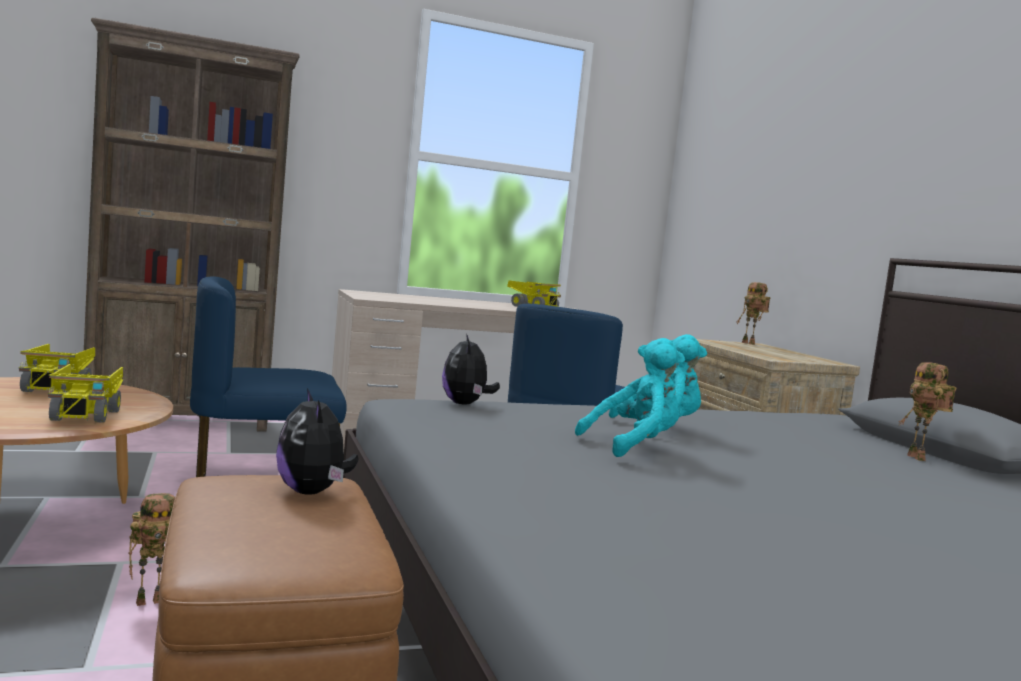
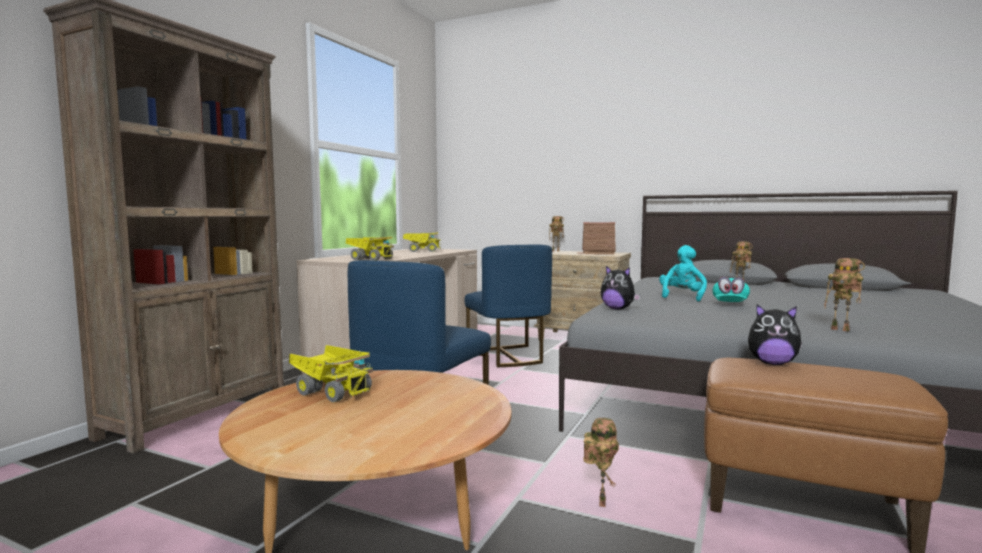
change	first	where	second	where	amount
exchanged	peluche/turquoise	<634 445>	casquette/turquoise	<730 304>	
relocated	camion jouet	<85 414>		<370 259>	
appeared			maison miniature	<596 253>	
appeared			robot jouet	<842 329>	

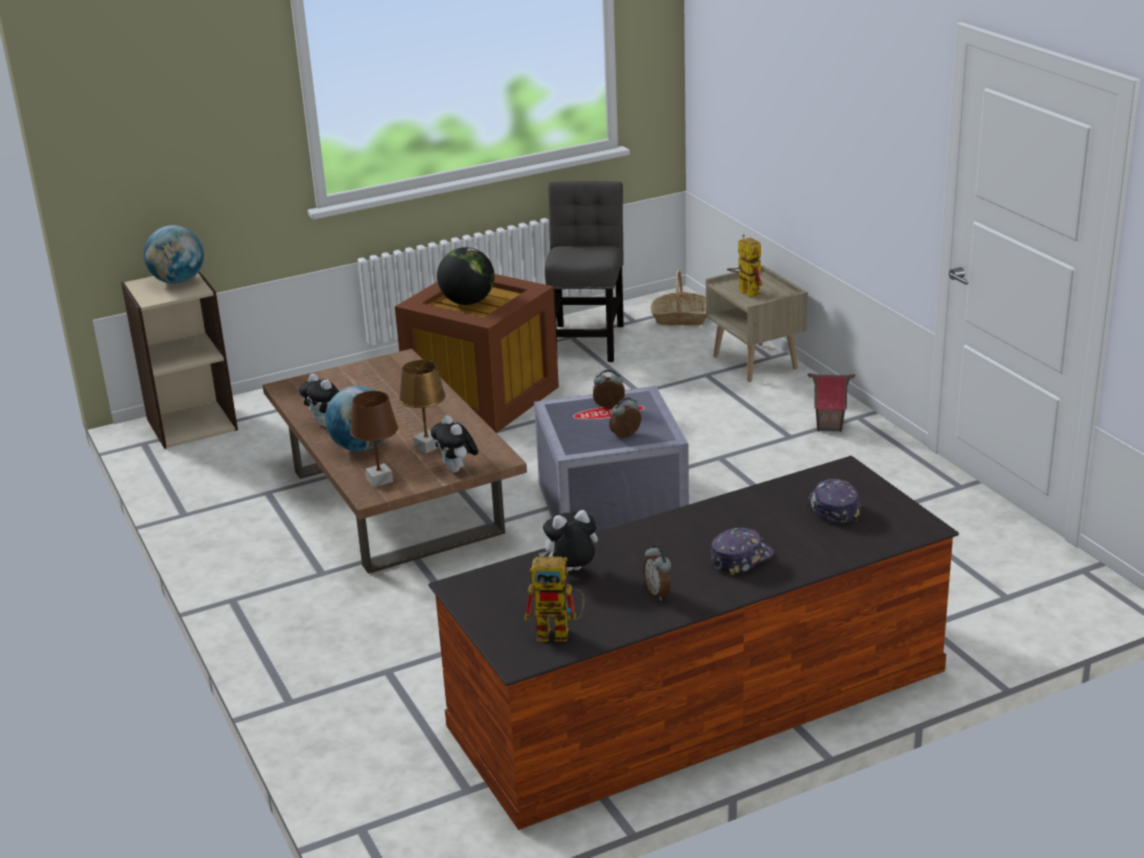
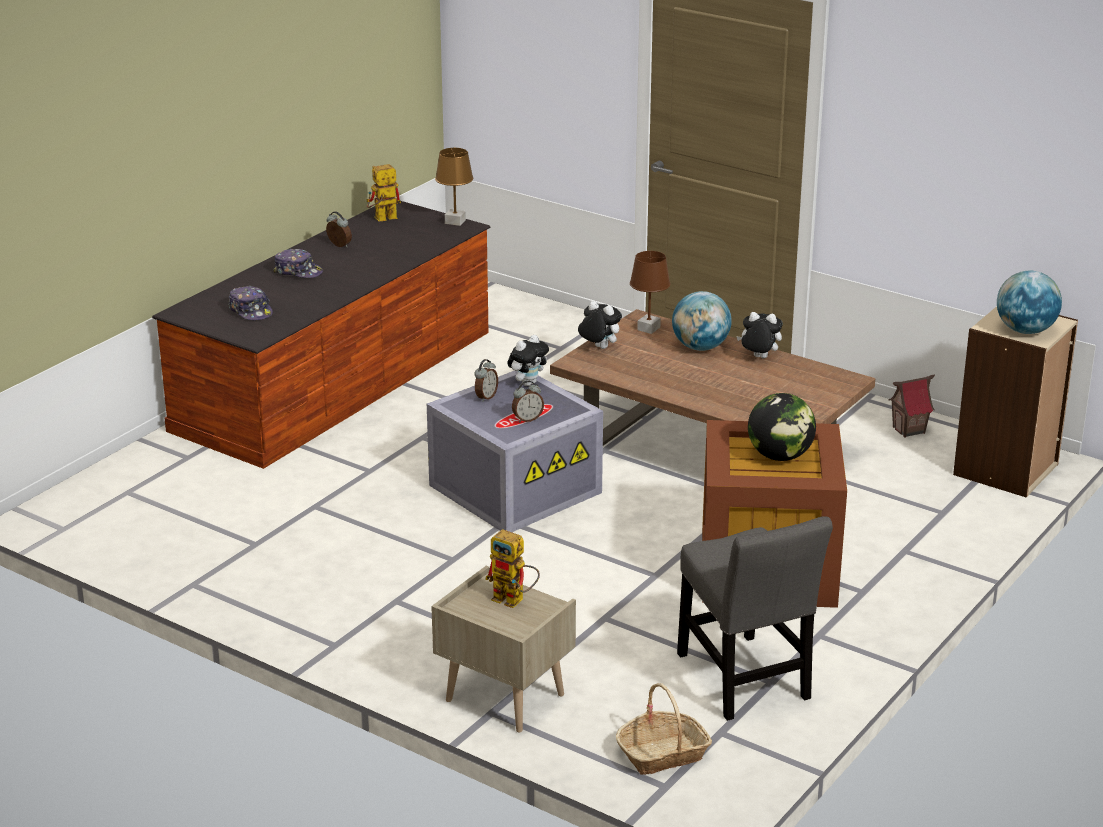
change	first	where	second	where	amount
relocated	lampe de table/marron	<427 447>		<454 222>	
relocated	maison miniature	<829 425>		<909 430>	
relocated	peluche	<571 571>		<528 383>	
spun	casquette	<741 558>		<298 271>	90 degrees counterclockwise

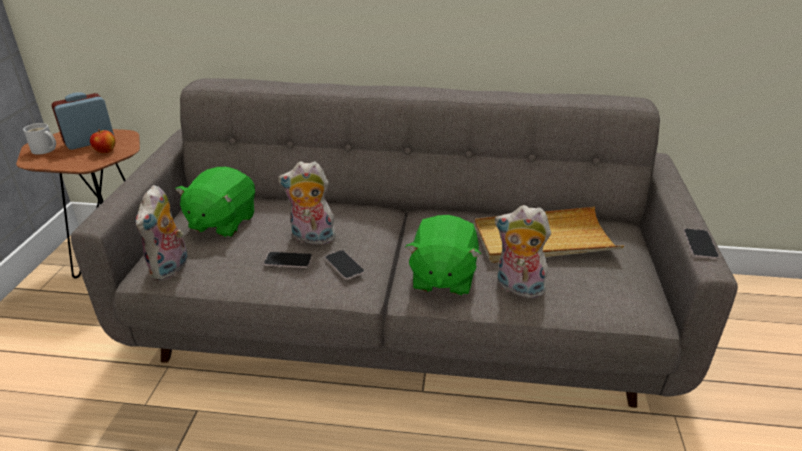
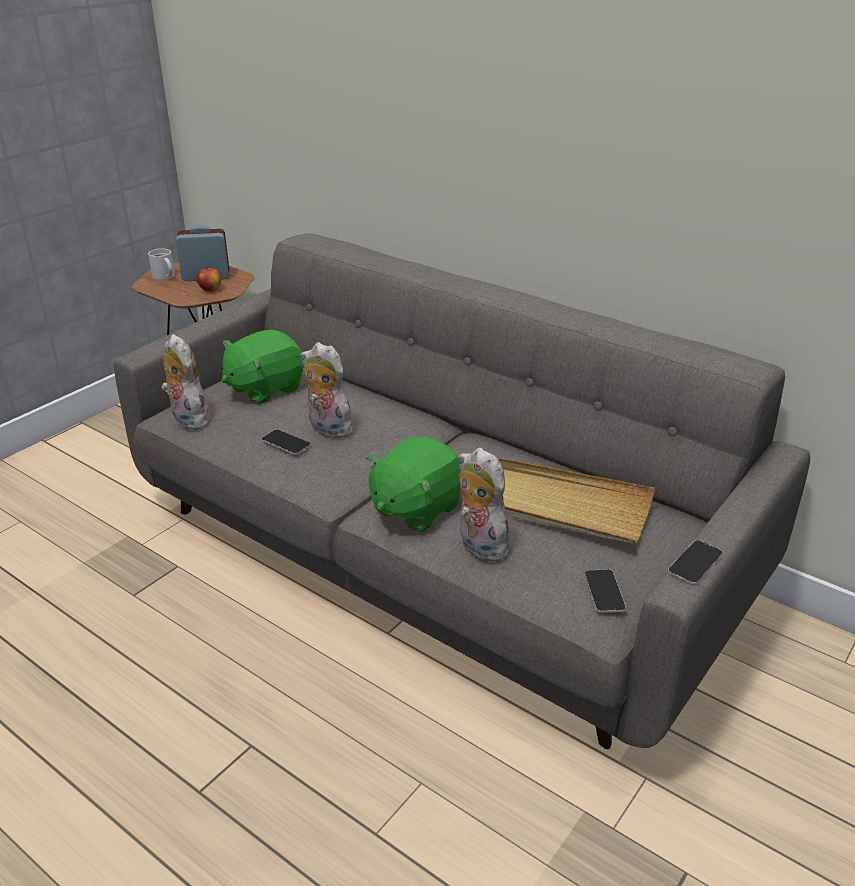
change	first	where	second	where	amount
spun	peluche	<171 269>		<187 419>	105 degrees clockwise
relocated	téléphone	<344 265>		<604 591>	

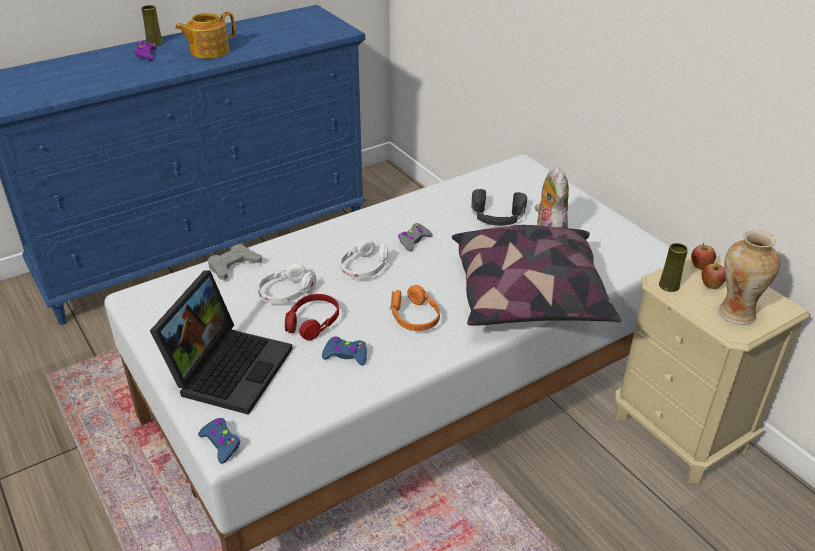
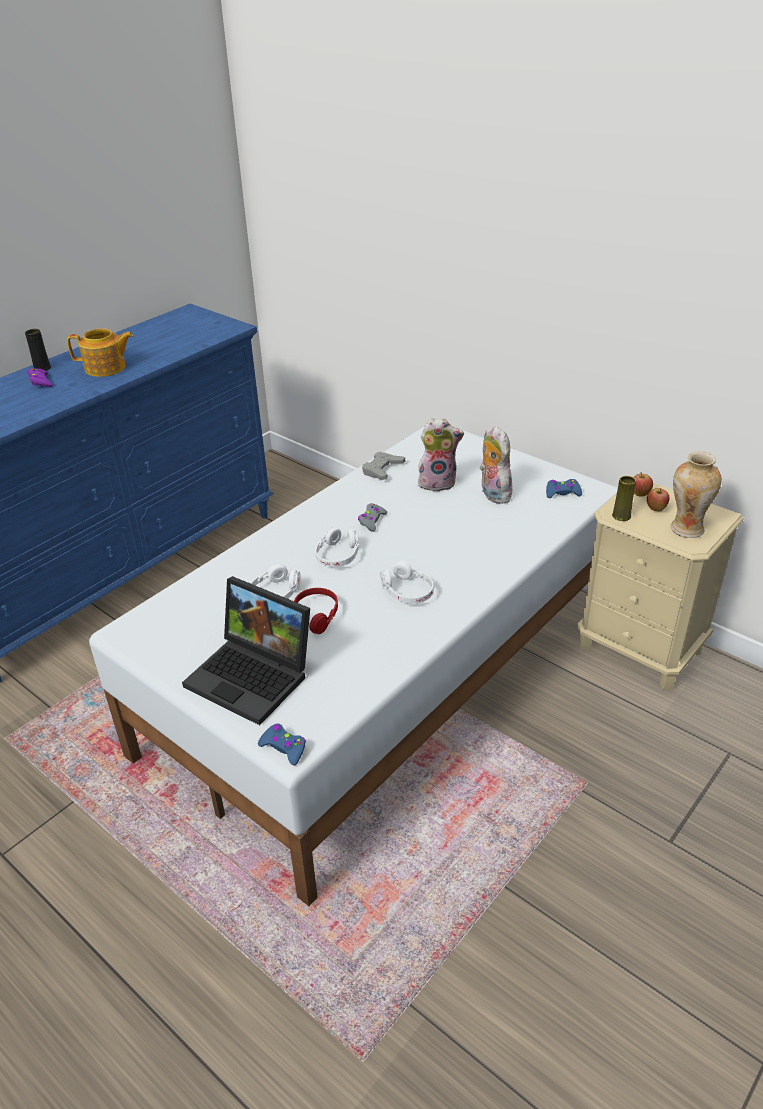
change	first	where	second	where	amount
colour	vase/jaune	<154 43>	vase/noir	<42 368>	
spun	théière	<208 51>		<106 368>	135 degrees counterclockwise
exchanged	casque audio/noir	<497 216>	peluche	<438 482>	
missing	coussin	<530 298>			
relocated	manette/gris	<233 266>		<382 469>	
spun	ordinateur portable	<229 367>		<254 676>	120 degrees clockwise
colour	casque audio/orange	<414 317>	casque audio/blanc	<406 591>	
relocated	manette/bleu	<346 355>		<562 493>	

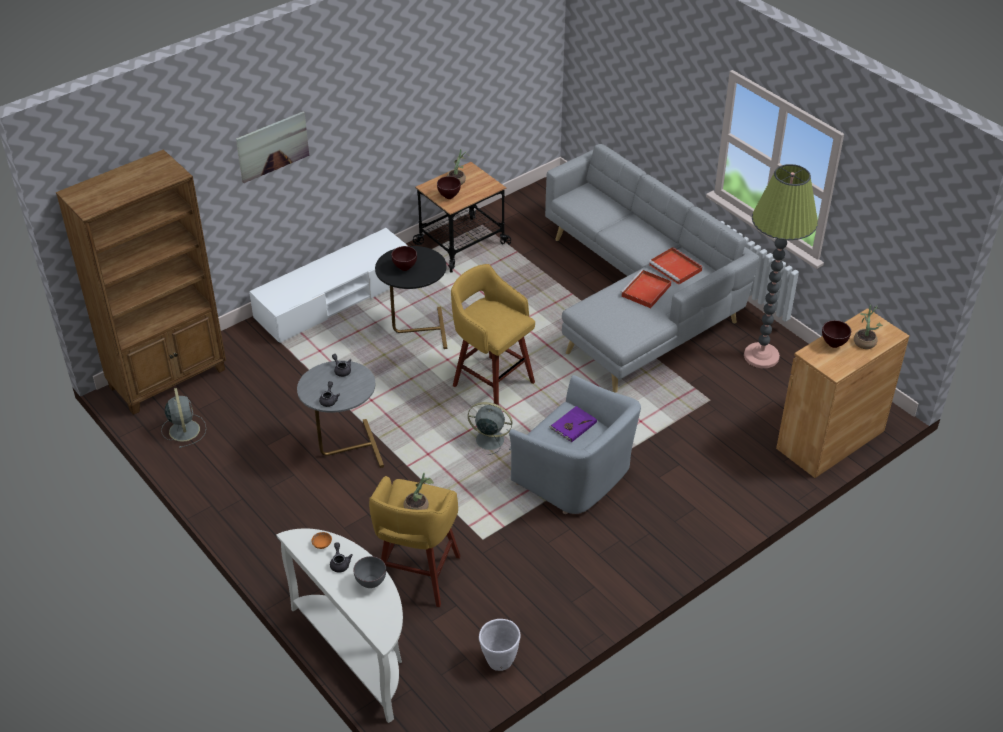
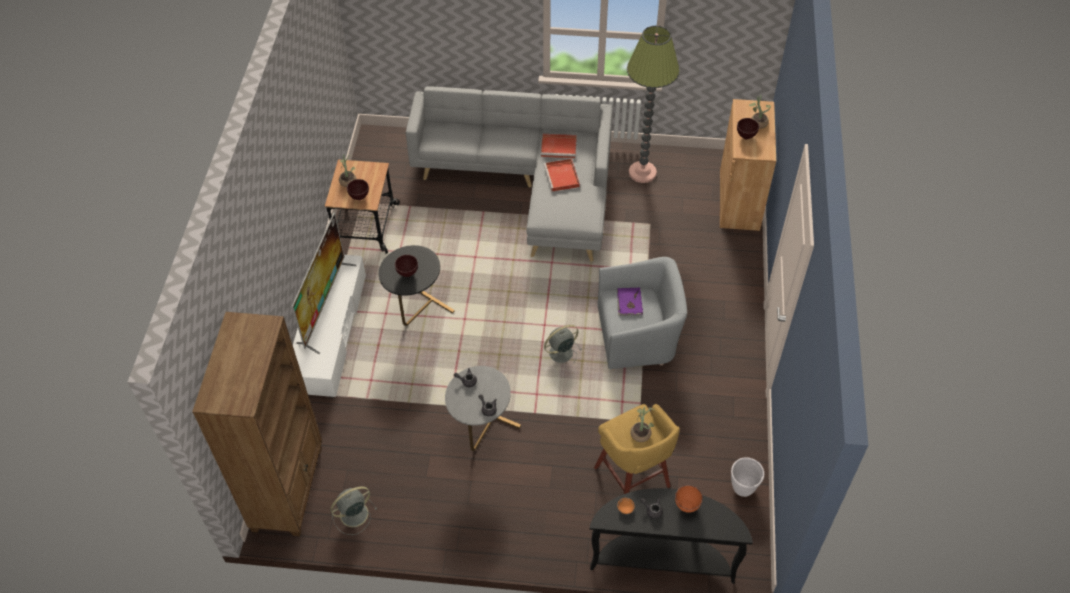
change	first	where	second	where	amount
missing	tableau	<272 146>			
missing	tabouret/jaune	<491 383>			
spun	ventilateur/gris	<184 429>		<352 515>	60 degrees counterclockwise
colour	table console/blanc	<358 652>	table console/noir	<662 558>	
colour	bol/gris	<371 583>	bol/orange	<686 505>	
appeared			téléviseur	<324 305>	

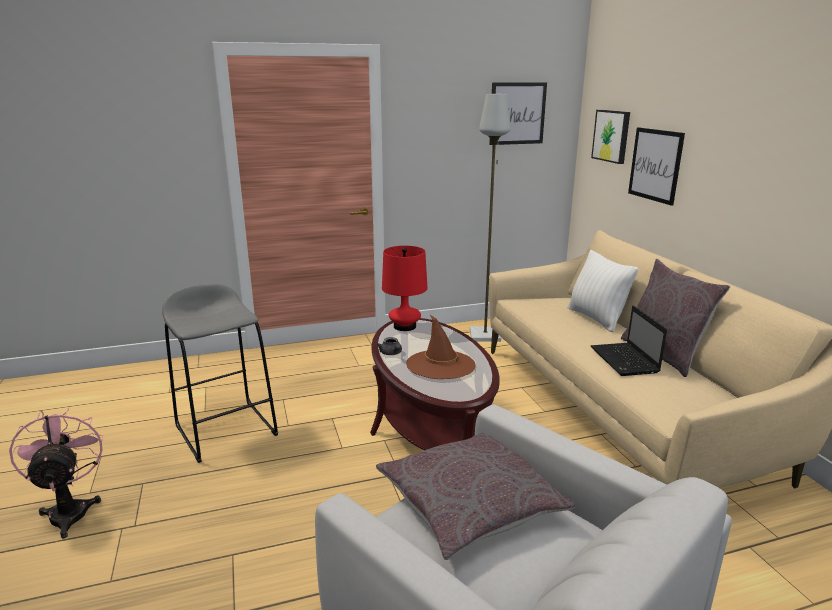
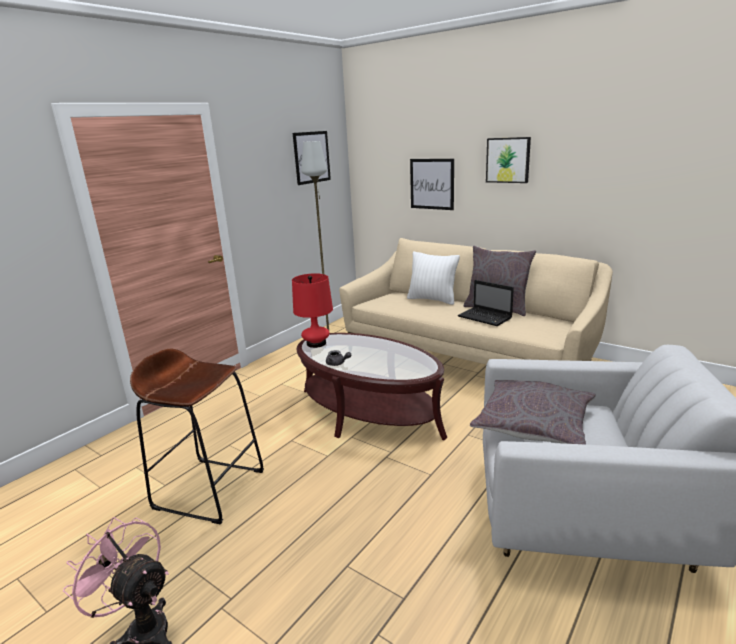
change	first	where	second	where	amount
relocated	tableau	<612 136>		<508 160>	
colour	tabouret/gris	<226 429>	tabouret/marron	<209 489>	
missing	chapeau/marron	<440 365>			

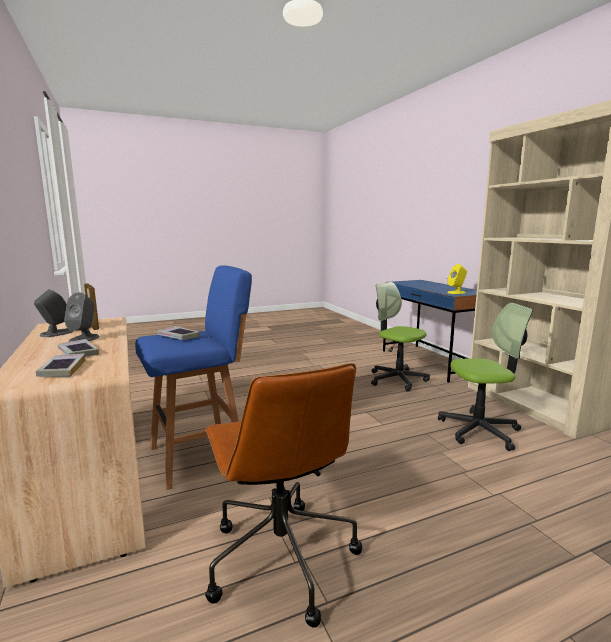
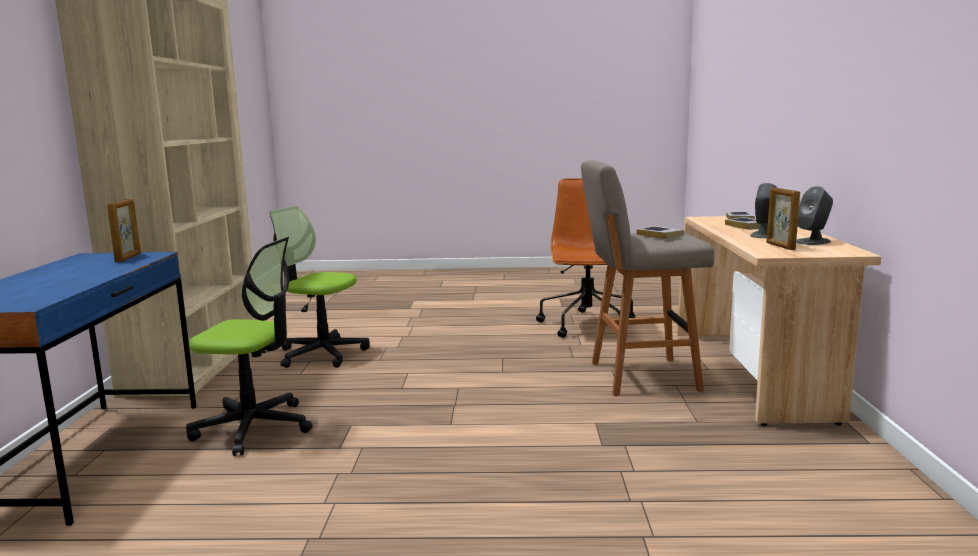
change	first	where	second	where	amount
exchanged	enceinte/jaune	<456 292>	cadre photo	<128 258>	
colour	tabouret/bleu	<201 455>	tabouret/gris	<639 376>	
spun	chaise de bureau	<397 379>		<254 428>	60 degrees counterclockwise

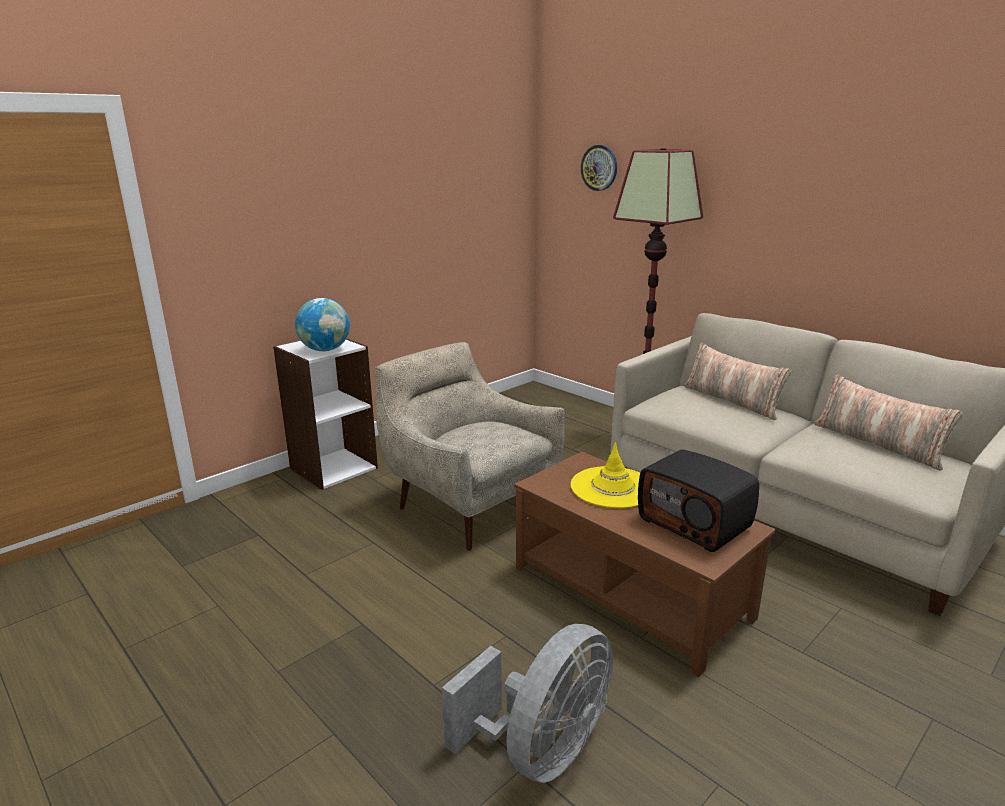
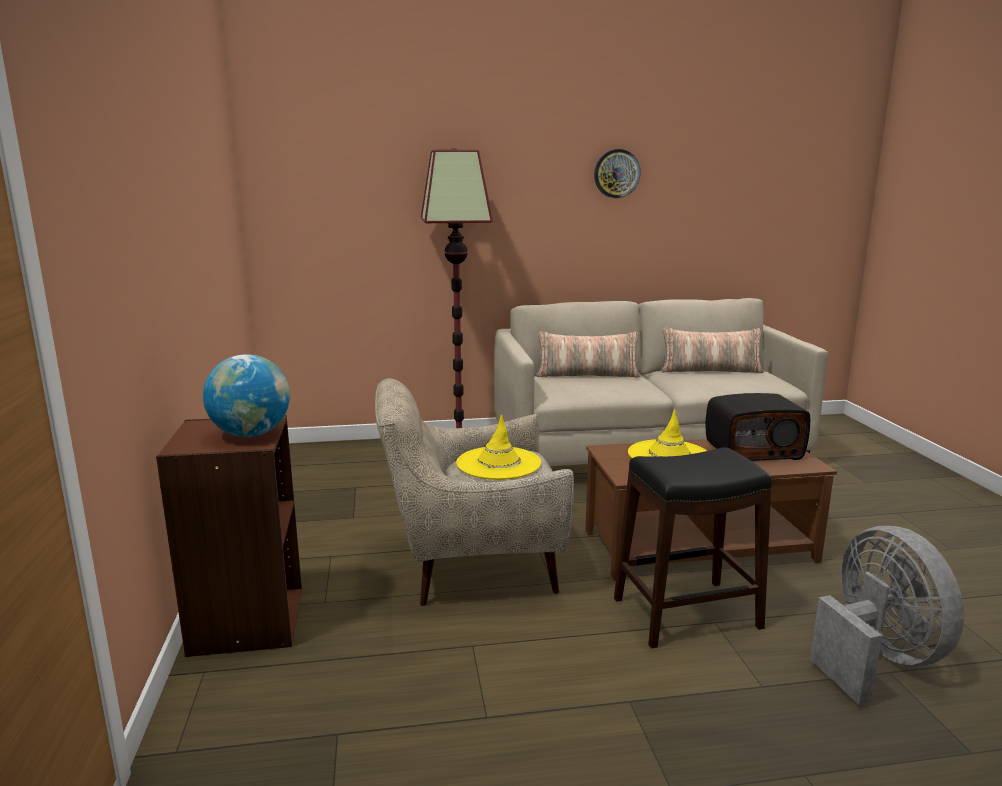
change	first	where	second	where	amount
relocated	horloge murale	<599 168>		<616 173>	
colour	bibliothèque/blanc	<333 468>	bibliothèque/marron	<246 621>	
appeared			chapeau/jaune	<498 463>	
appeared			tabouret/noir	<685 613>	

